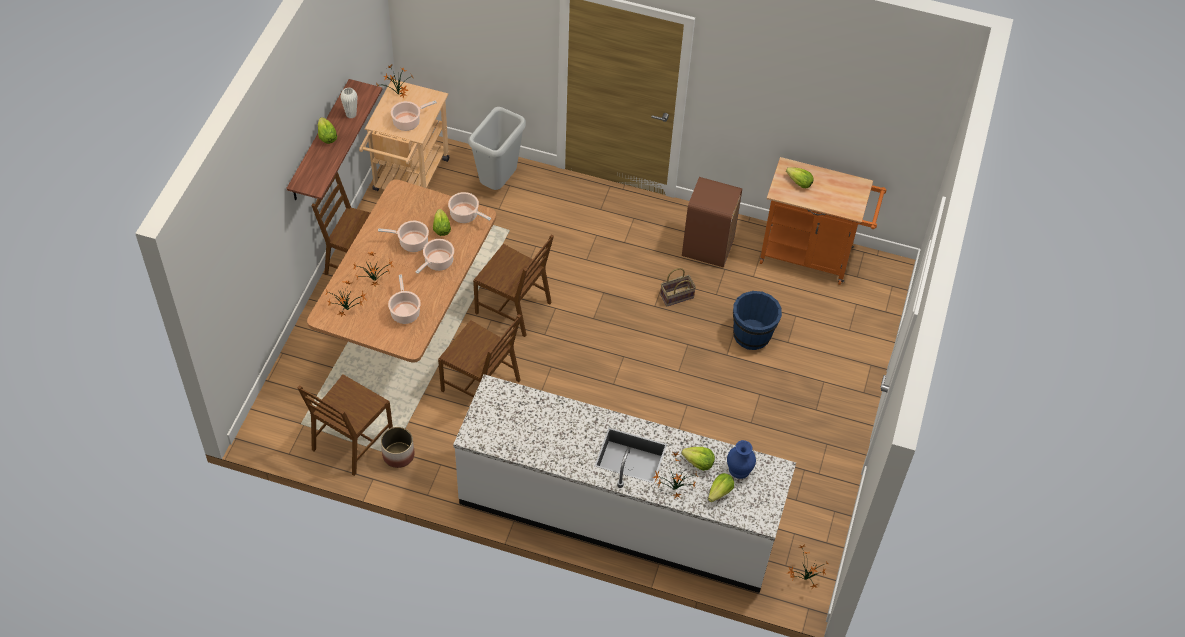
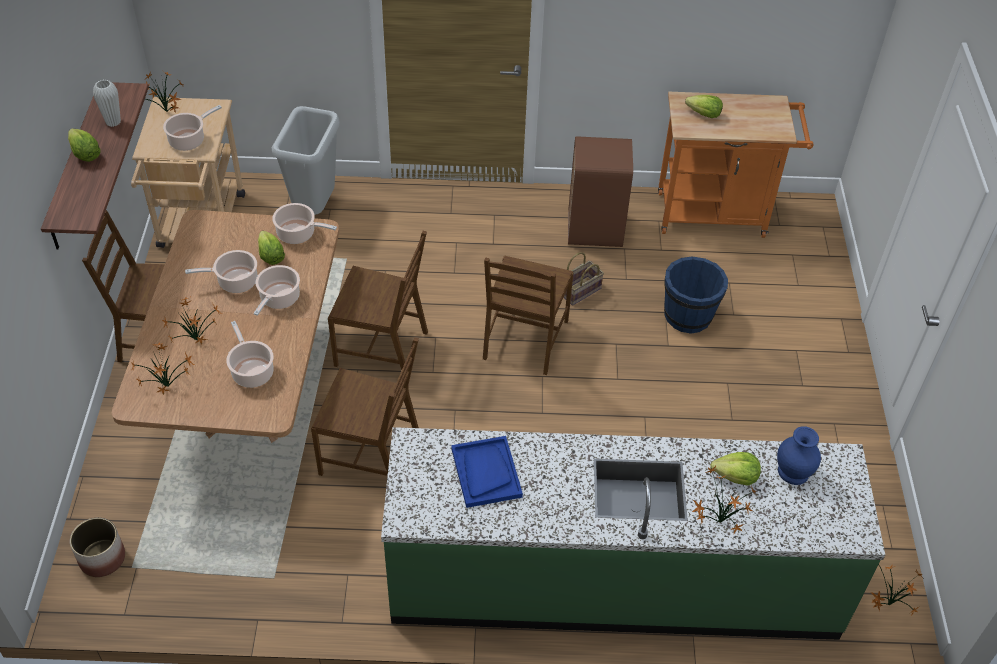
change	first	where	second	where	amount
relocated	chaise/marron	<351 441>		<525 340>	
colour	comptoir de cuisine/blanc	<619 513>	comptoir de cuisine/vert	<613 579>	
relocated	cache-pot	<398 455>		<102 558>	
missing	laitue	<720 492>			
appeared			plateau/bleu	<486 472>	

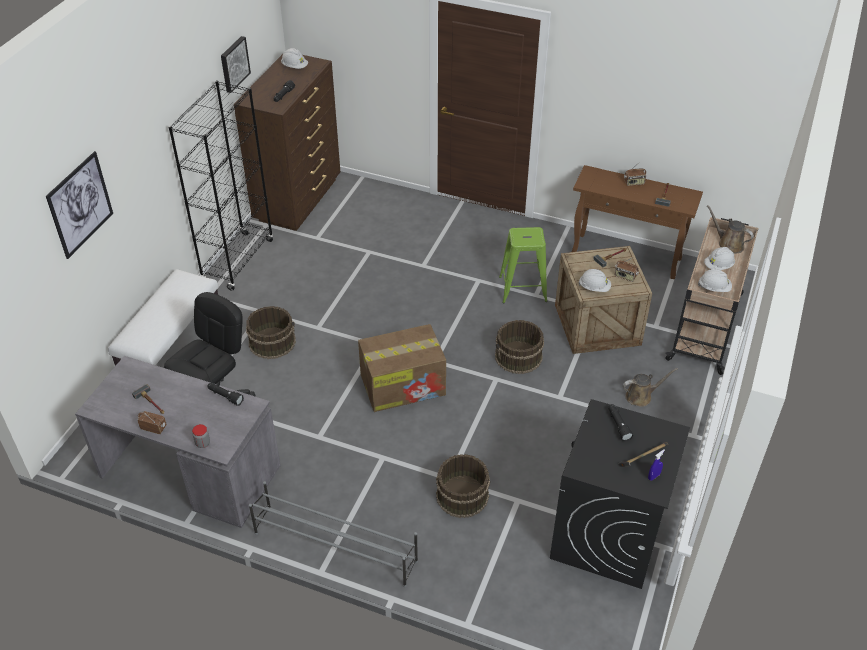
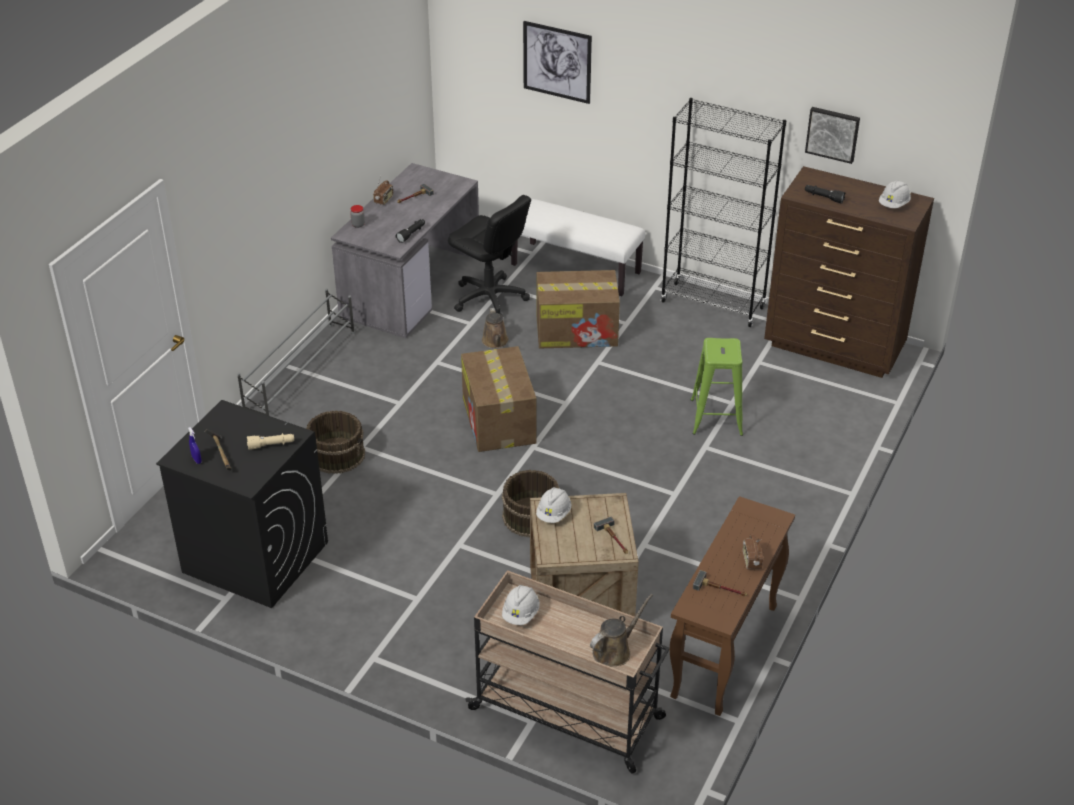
change	first	where	second	where	amount
relocated	tabouret/vert	<523 289>		<716 417>	
missing	casque de chantier/blanc	<718 266>			
missing	radio	<625 276>			
exchanged	seau/marron	<272 342>	carton	<578 331>	
relocated	arrosoir/marron	<641 396>		<495 342>	
colour	lampe de poche/noir	<618 425>	lampe de poche/beige	<271 445>	

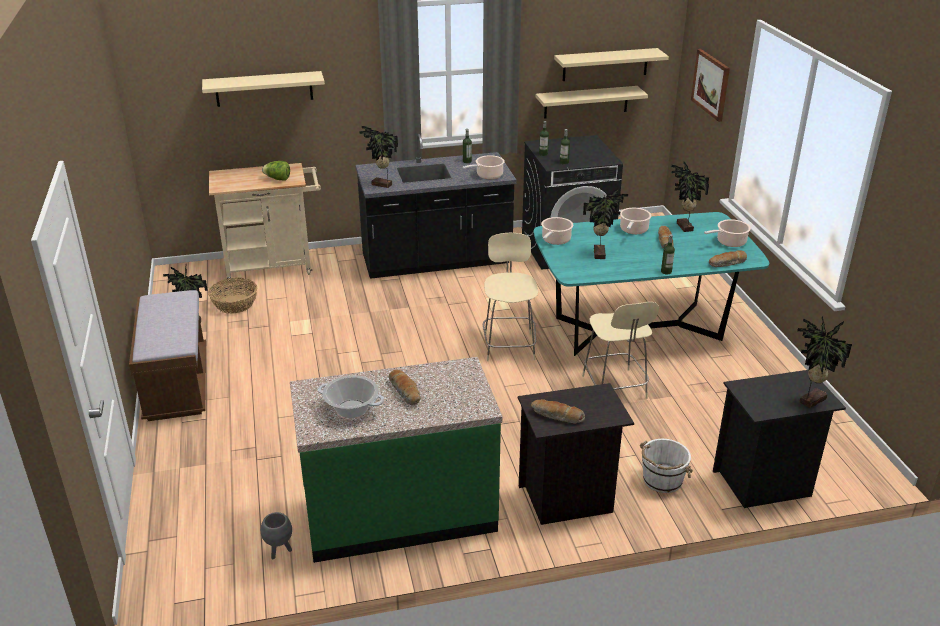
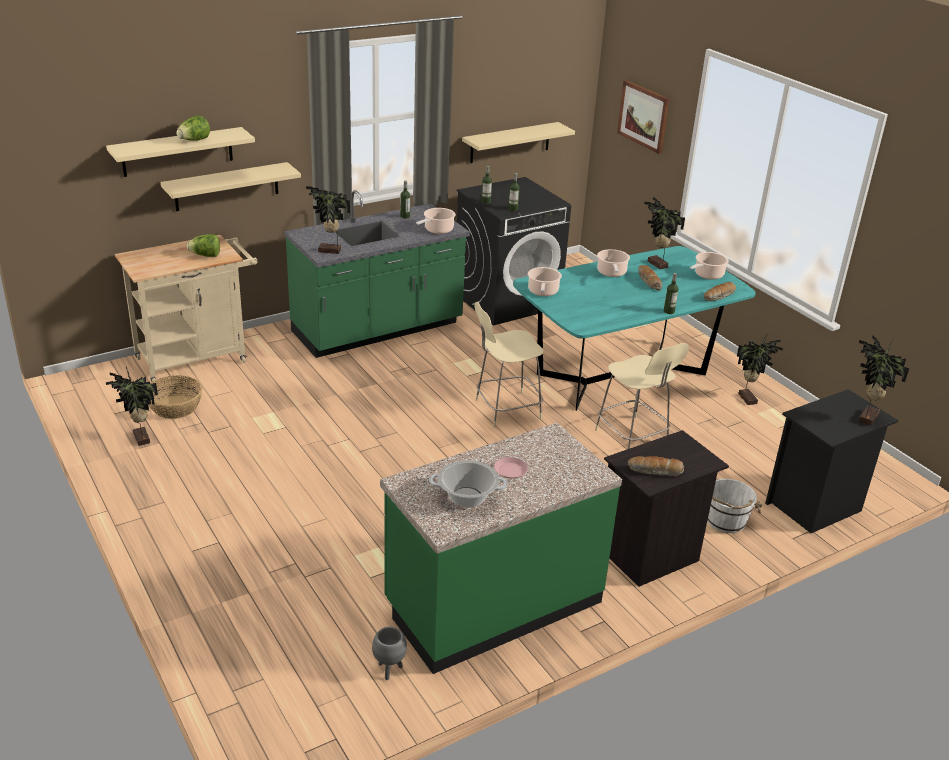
change	first	where	second	where	amount
relocated	étagère/beige	<605 64>		<226 186>	
colour	comptoir de cuisine/noir	<436 261>	comptoir de cuisine/vert	<378 329>	
relocated	plante en pot	<600 254>		<748 398>	
spun	chaise/beige	<509 345>		<505 409>	90 degrees counterclockwise
missing	banc/marron	<177 385>			
exchanged	pain	<405 392>	assiette/rose	<510 470>	
appeared			laitue	<194 140>	

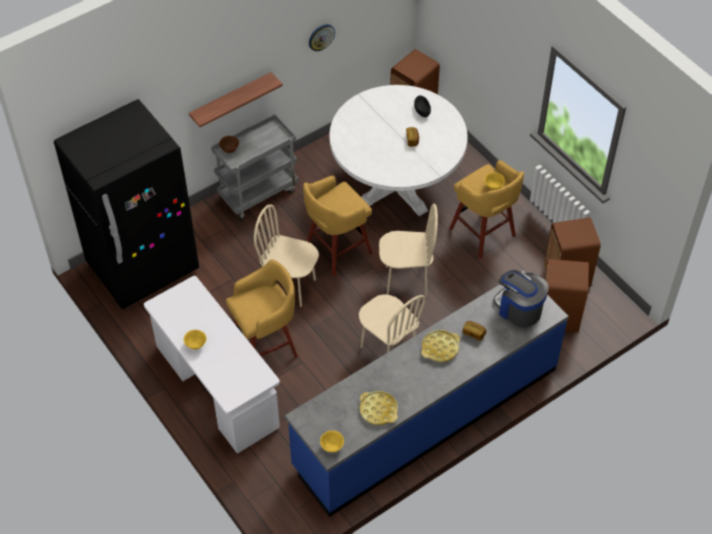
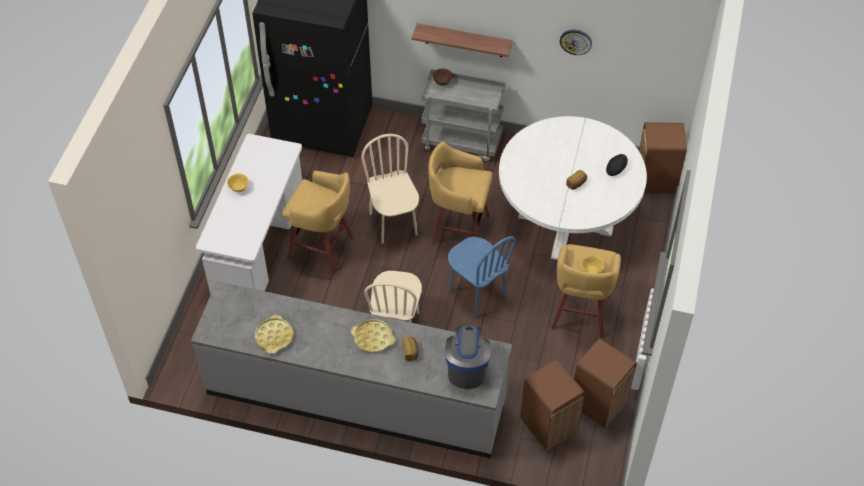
change	first	where	second	where	amount
colour	chaise/beige	<406 280>	chaise/bleu	<477 293>	
colour	comptoir de cuisine/bleu	<426 417>	comptoir de cuisine/gris	<356 396>	
missing	bol/jaune	<332 447>			

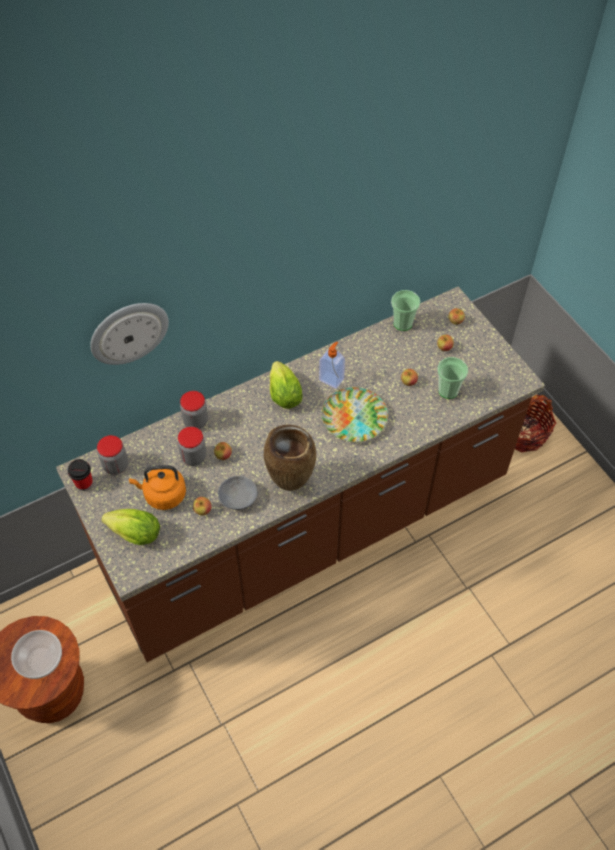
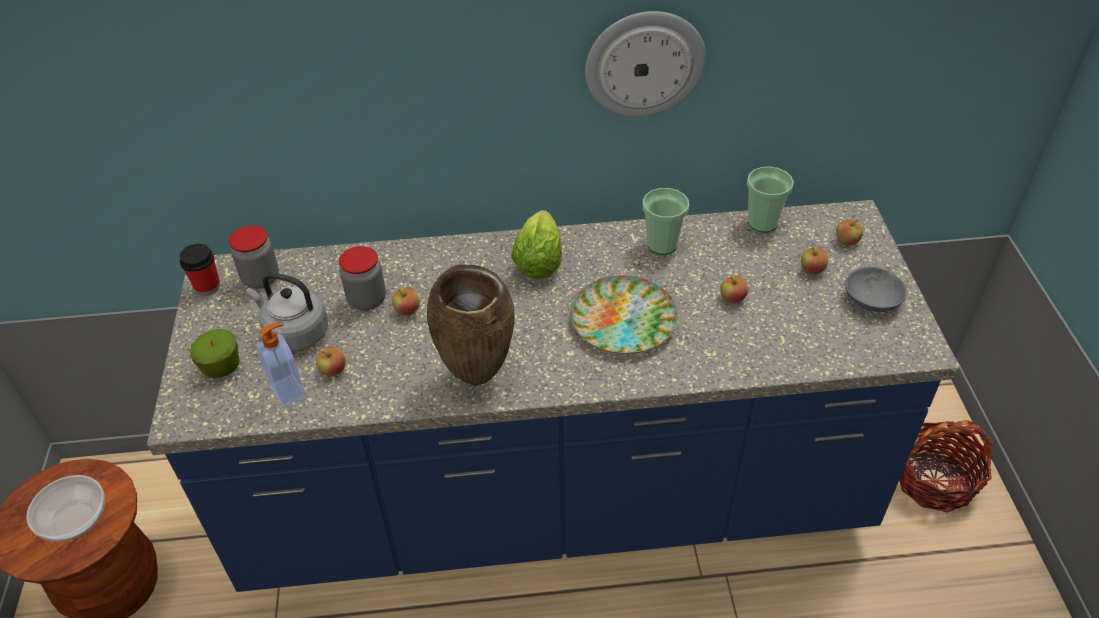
change	first	where	second	where	amount
colour	comptoir de cuisine/marron	<307 527>	comptoir de cuisine/bleu	<555 499>	
relocated	horloge murale	<128 332>		<644 63>	
relocated	distributeur de savon	<332 379>		<289 390>	
relocated	tasse	<448 391>		<662 244>	
missing	bocal	<196 421>			
colour	bouilloire/orange	<163 495>	bouilloire/gris	<294 333>	
relocated	bol/gris	<237 499>		<870 300>	
exchanged	laitue	<132 533>	pomme	<221 367>	

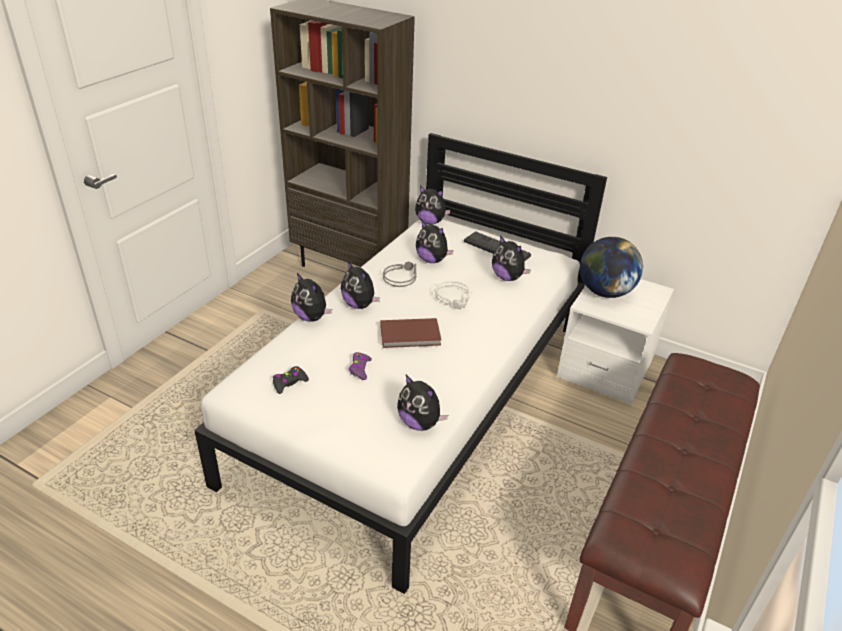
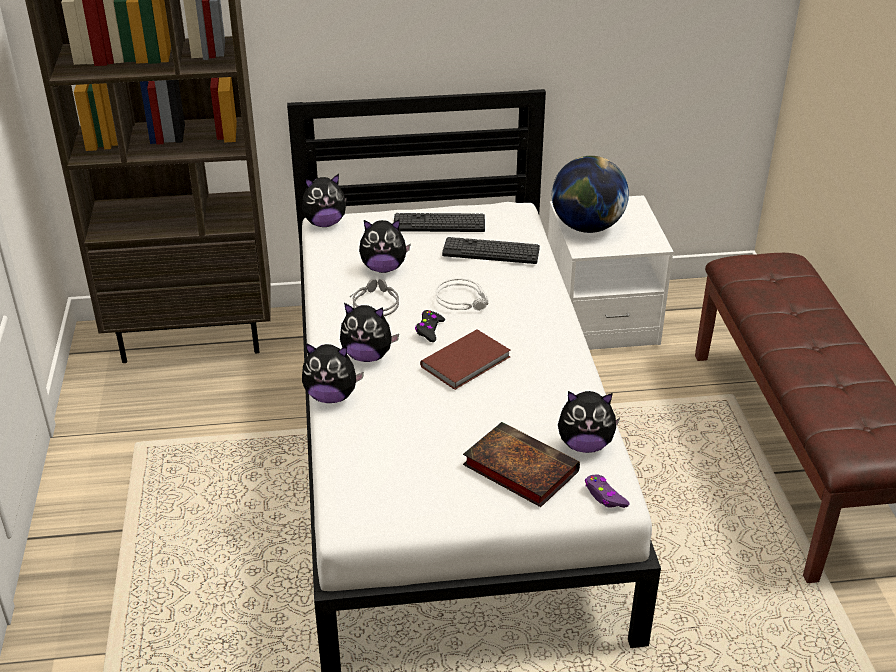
change	first	where	second	where	amount
exchanged	peluche	<507 277>	clavier	<491 252>	
relocated	manette/violet	<360 369>		<604 496>	
relocated	manette/noir	<289 383>		<429 330>	
appeared			livre	<517 468>	

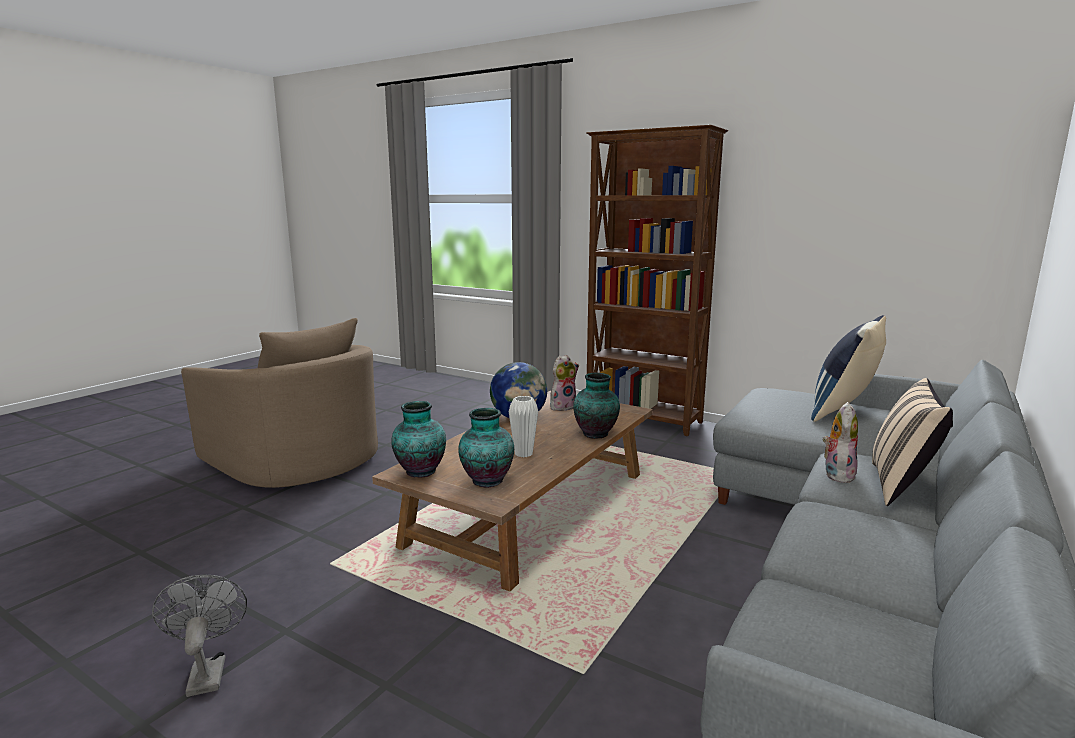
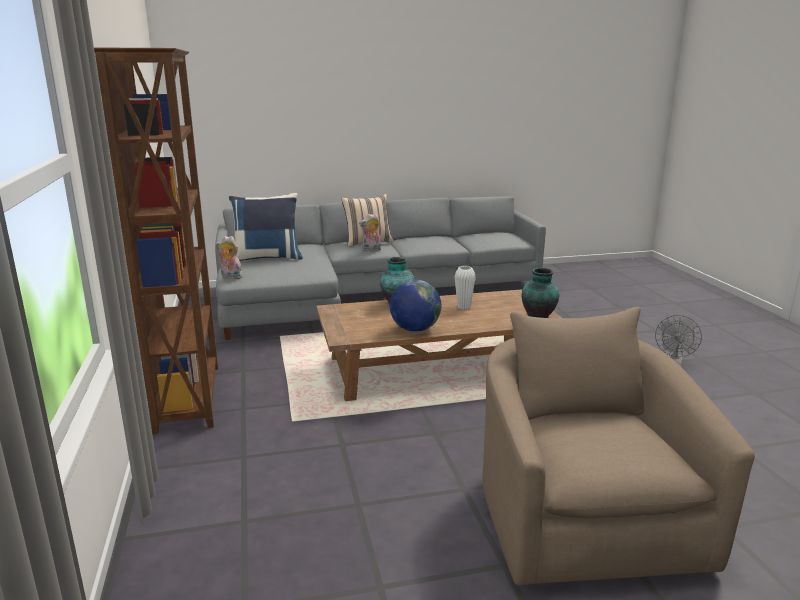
change	first	where	second	where	amount
relocated	peluche	<562 407>		<230 277>	
missing	vase	<486 481>			

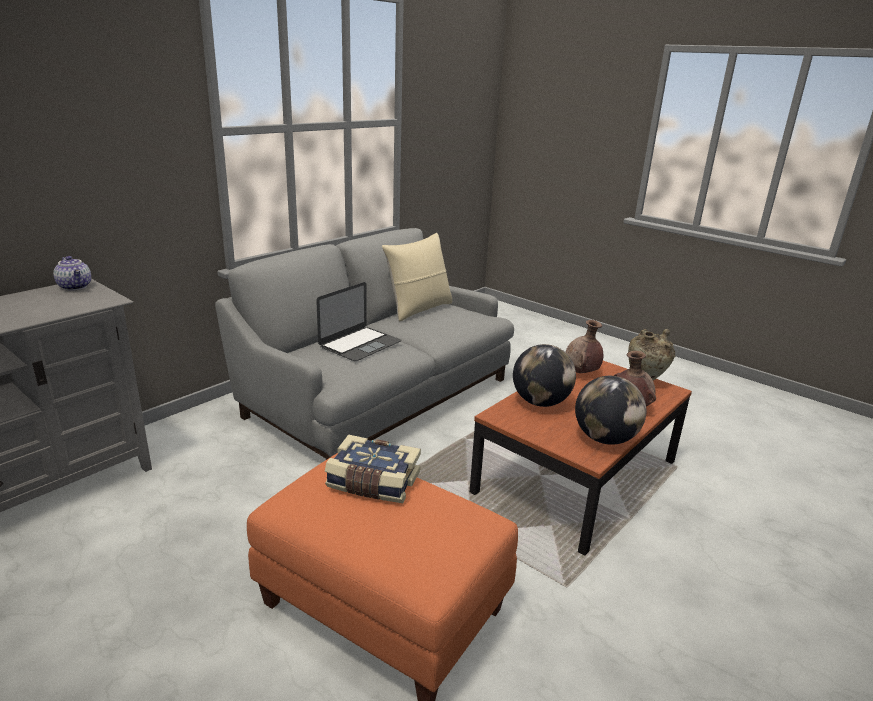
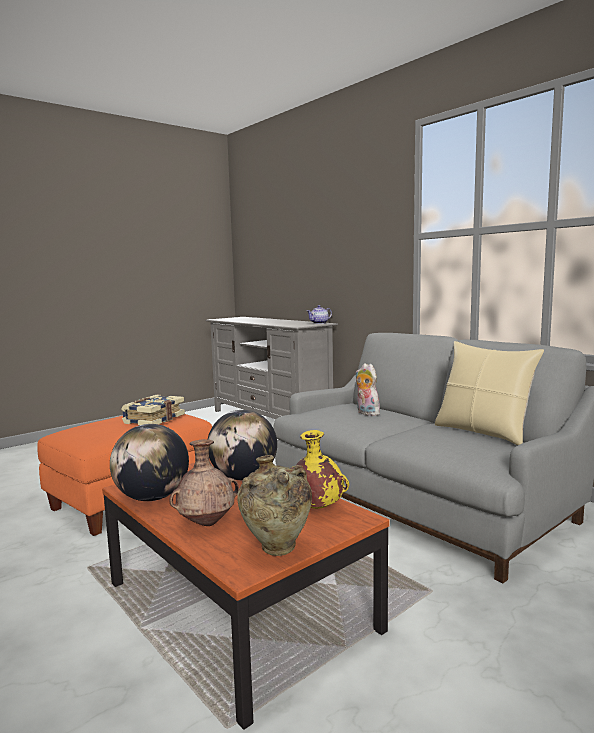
change	first	where	second	where	amount
exchanged	ordinateur portable	<360 344>	peluche	<366 413>	
colour	vase/marron	<581 372>	vase/jaune	<316 508>	

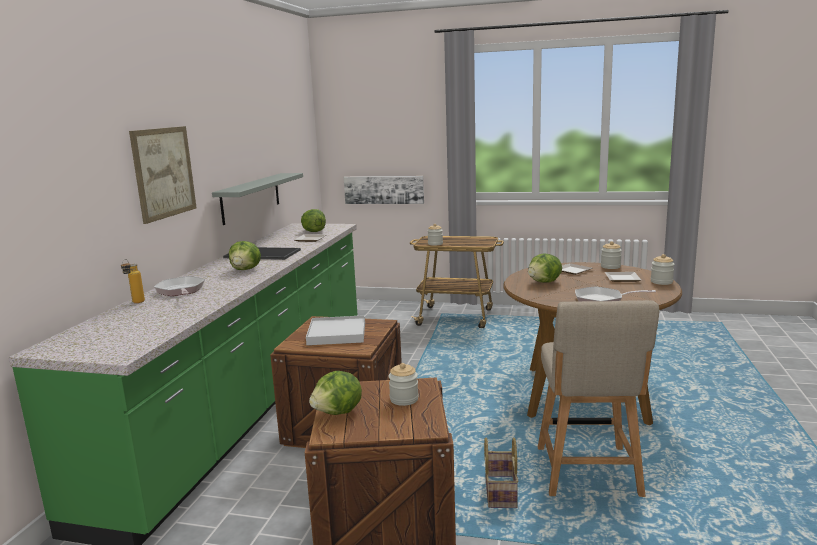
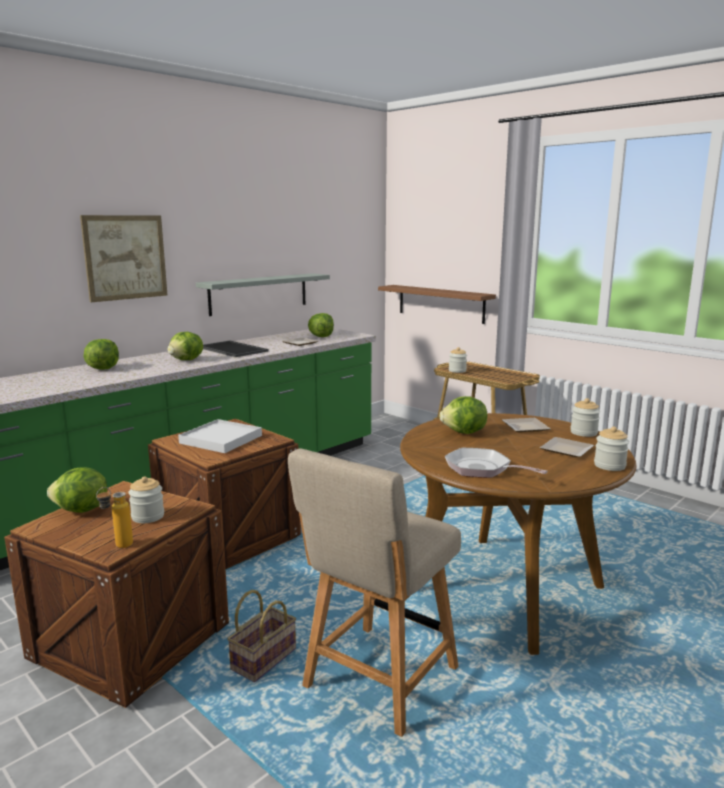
change	first	where	second	where	amount
exchanged	tableau	<384 189>	étagère/marron	<440 303>	
relocated	bouteille	<135 303>		<117 547>	
exchanged	poêle	<181 291>	laitue	<103 368>	

